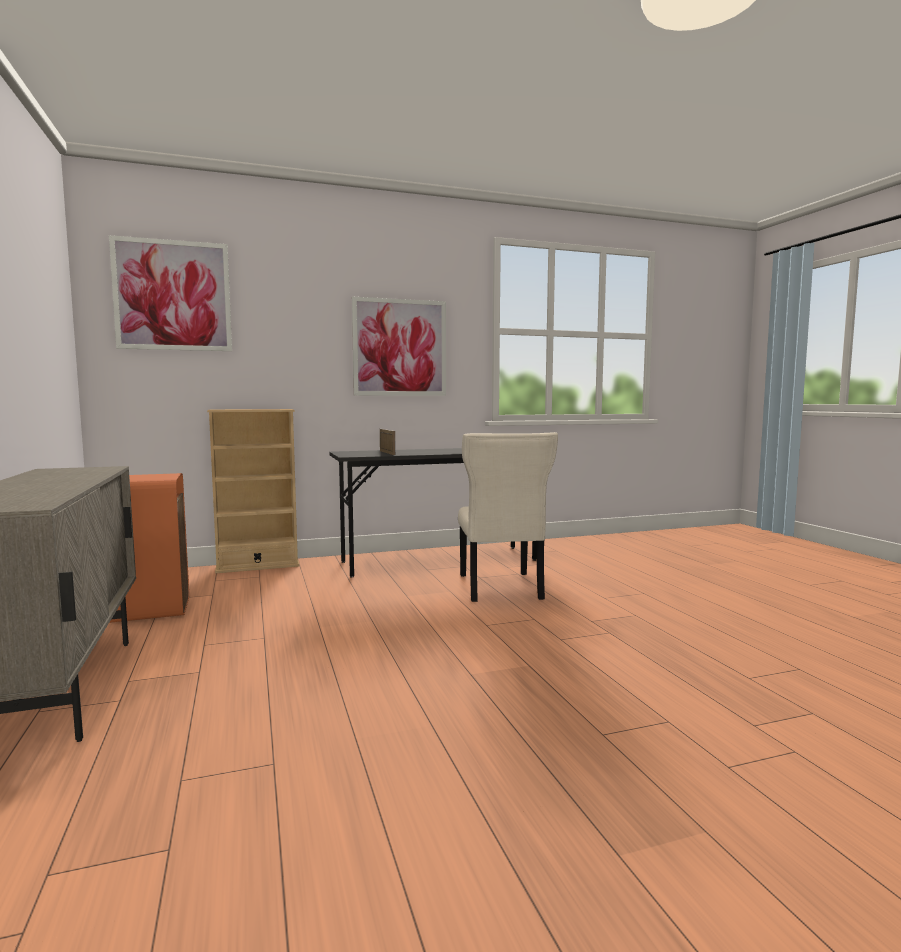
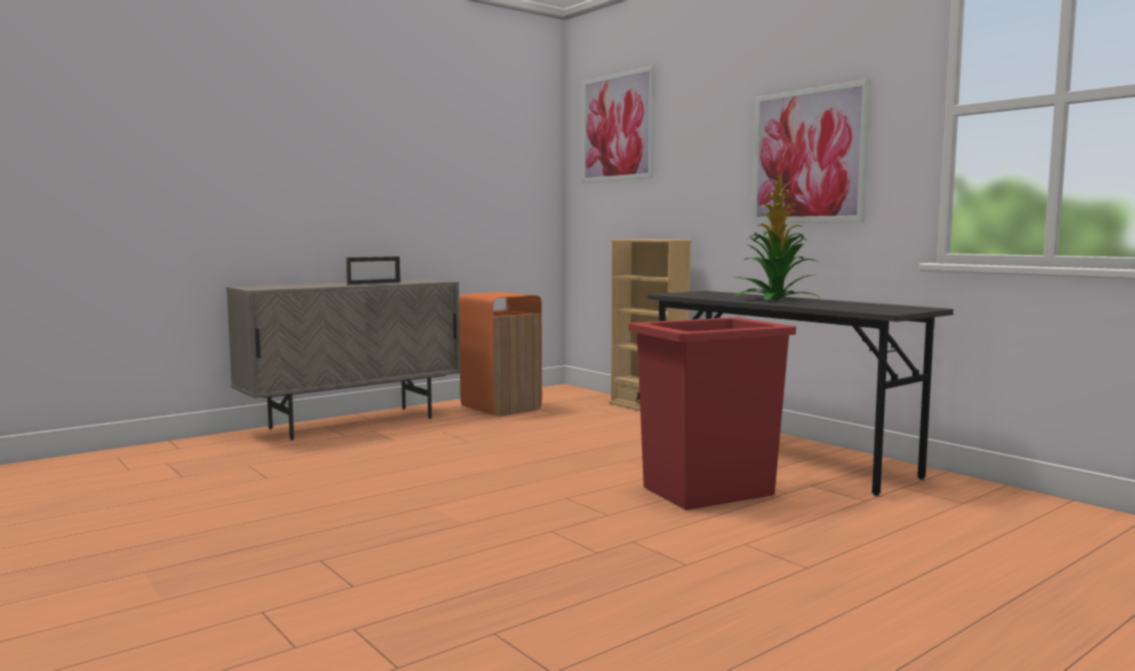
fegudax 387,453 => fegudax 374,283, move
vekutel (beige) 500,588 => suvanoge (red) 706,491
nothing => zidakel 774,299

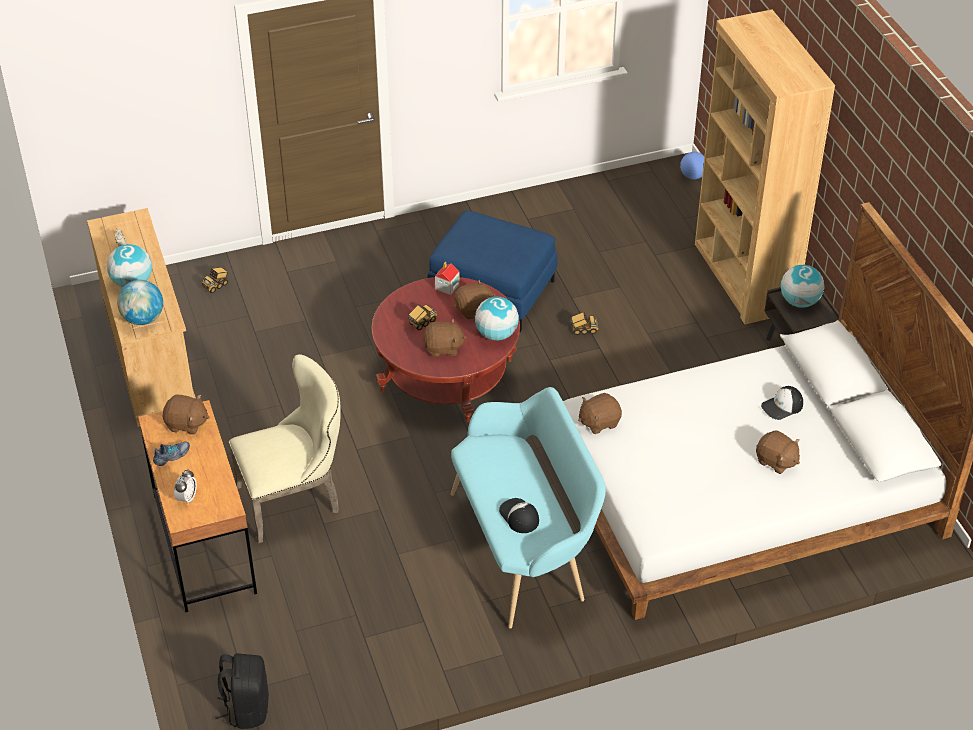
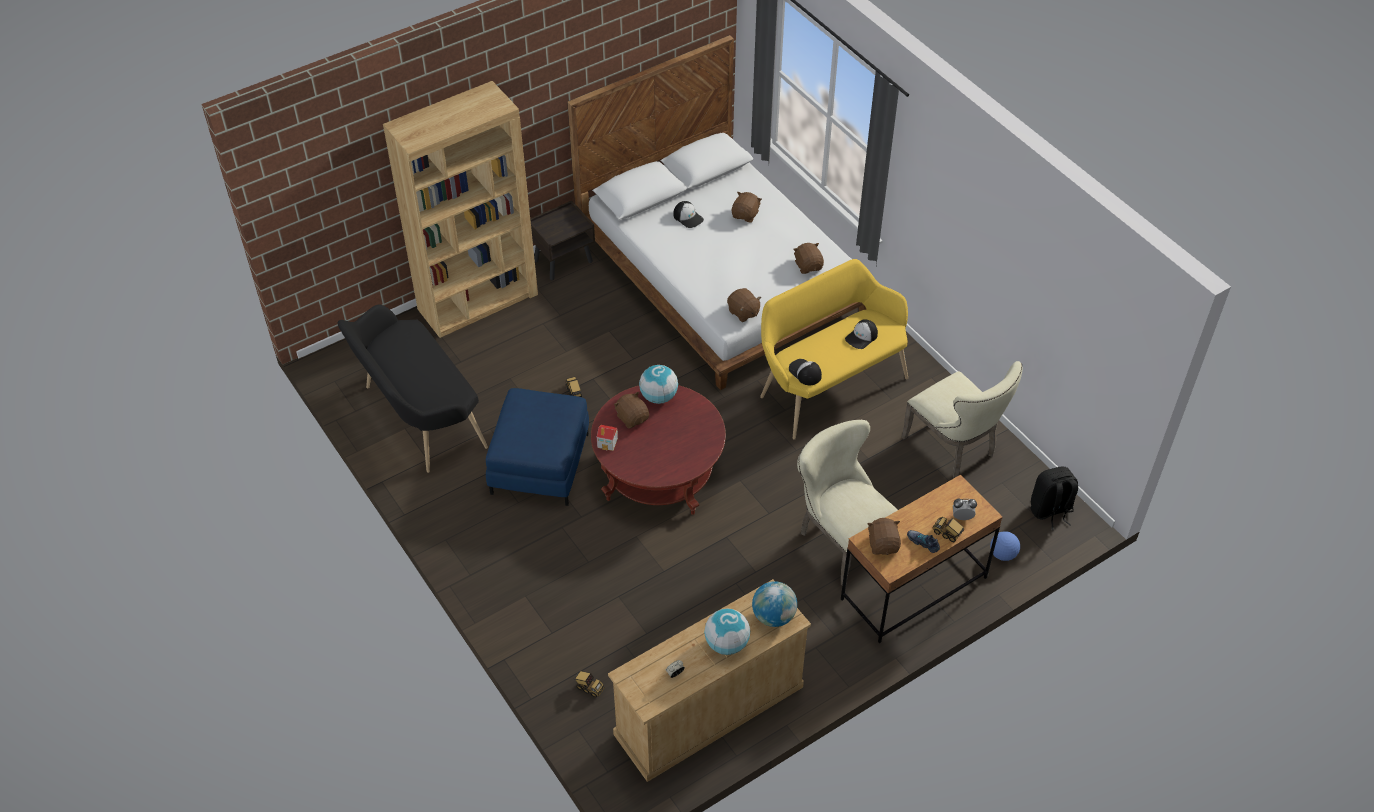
nothing => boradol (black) 418,418
boradol (turquoise) 525,546 => boradol (yellow) 828,385
nothing => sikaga 805,372
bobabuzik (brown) 443,348 => bobabuzik (brown) 808,266, move
nothing => vekutel (beige) 954,448
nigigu 422,323 => nigigu 947,534, move
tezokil 693,176 => tezokil 1003,554, move
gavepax 799,301 => nothing

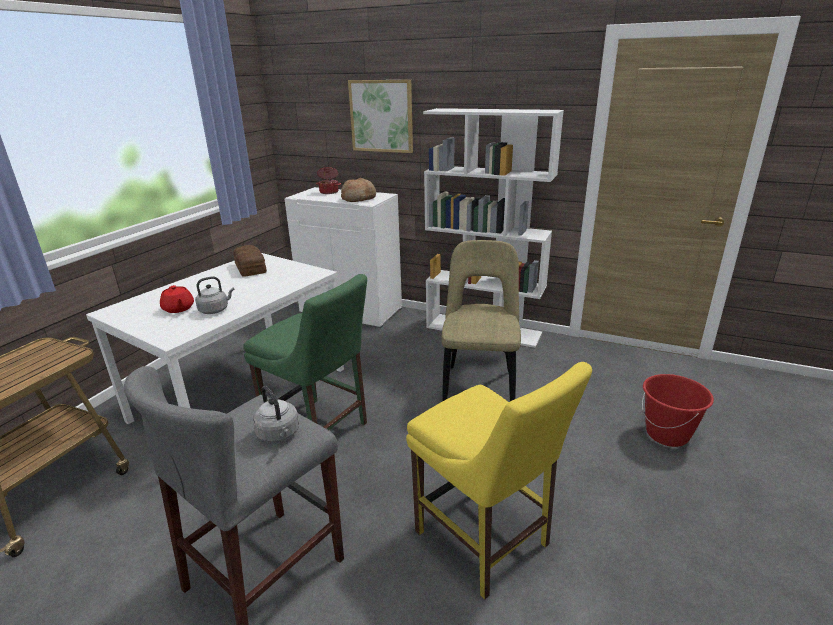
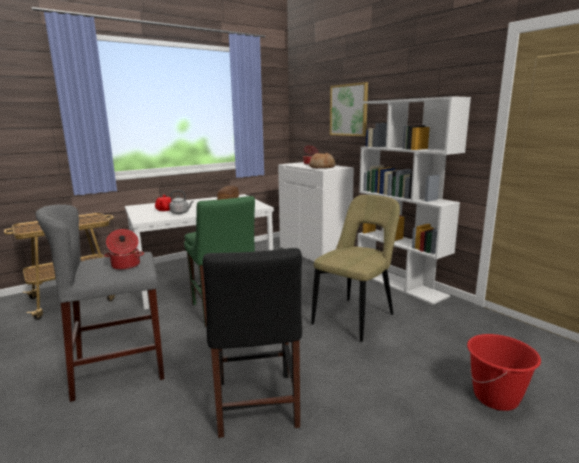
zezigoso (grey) 279,434 => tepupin 125,266
vekutel (yellow) 485,542 => vekutel (black) 256,407

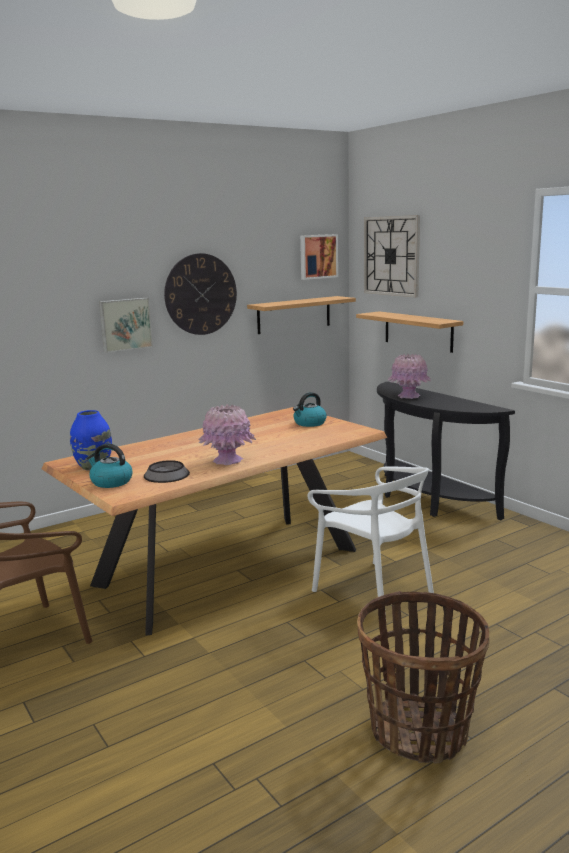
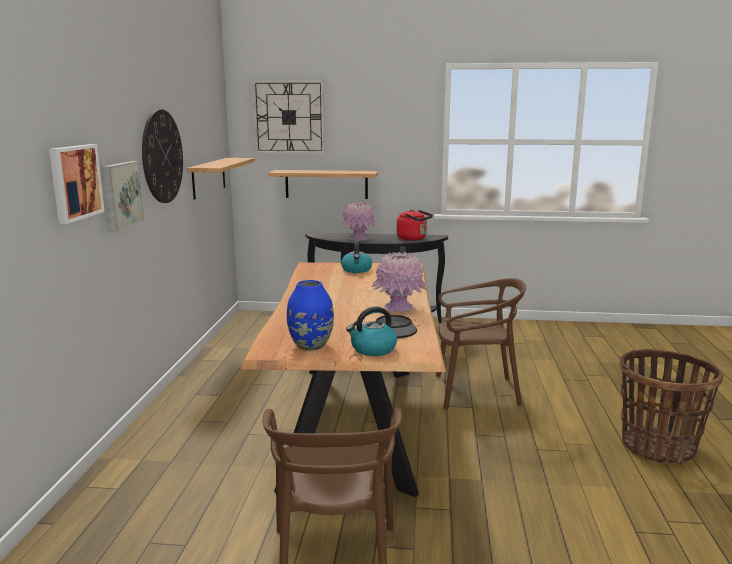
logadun 318,256 => logadun 74,182, move
nothing => zezigoso (red) 413,238
vekutel (white) 373,591 => vekutel (brown) 475,392

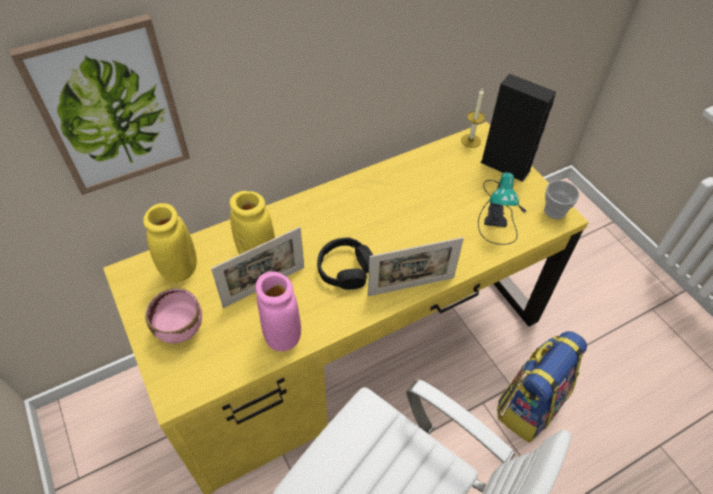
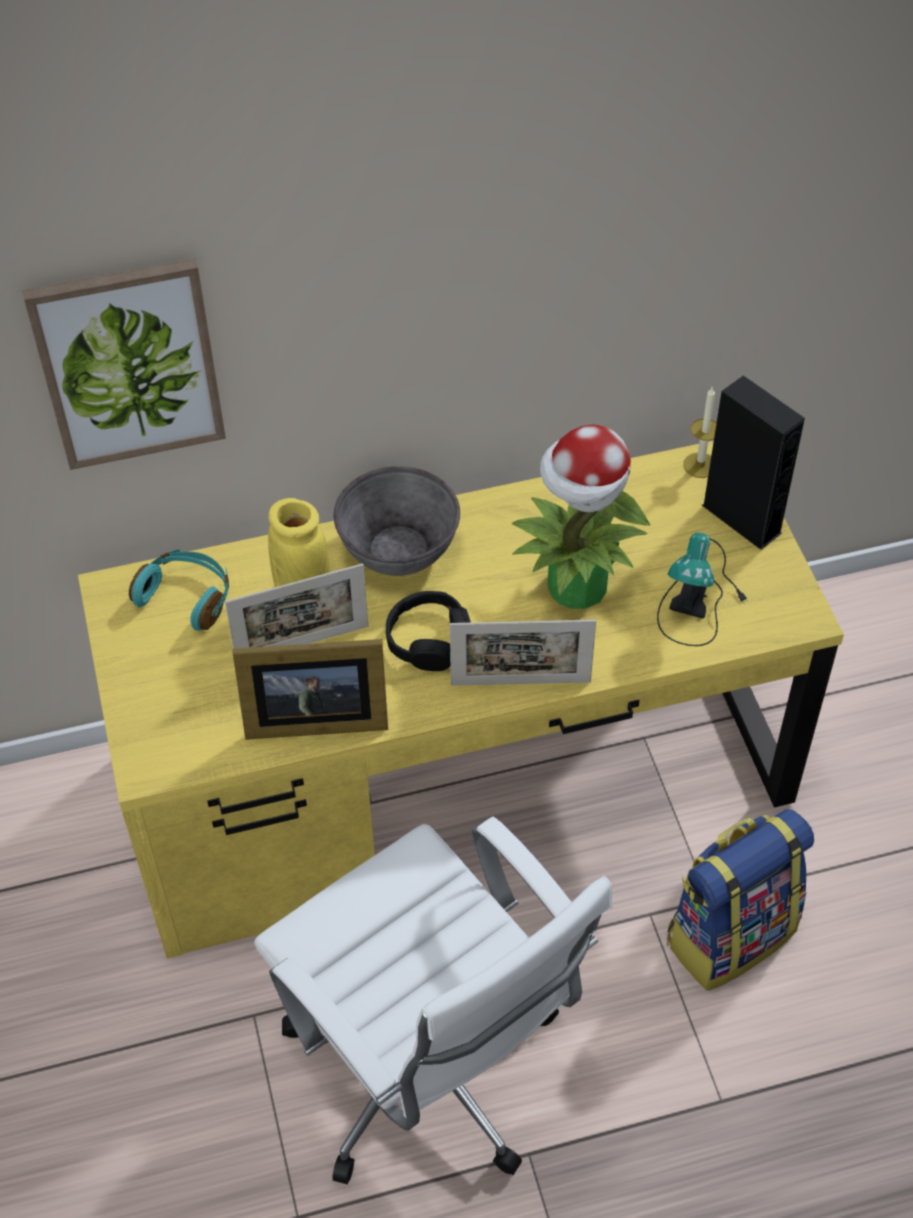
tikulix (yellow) 180,269 => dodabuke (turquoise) 187,597
tikulix (pink) 282,335 => fegudax 311,717
nothing => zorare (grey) 399,549
nothing => zidakel 576,587
zorare (pink) 180,328 => nothing
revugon 554,211 => nothing

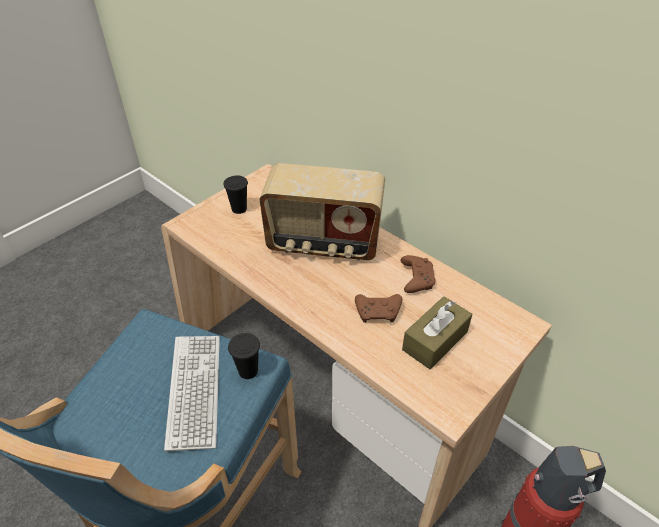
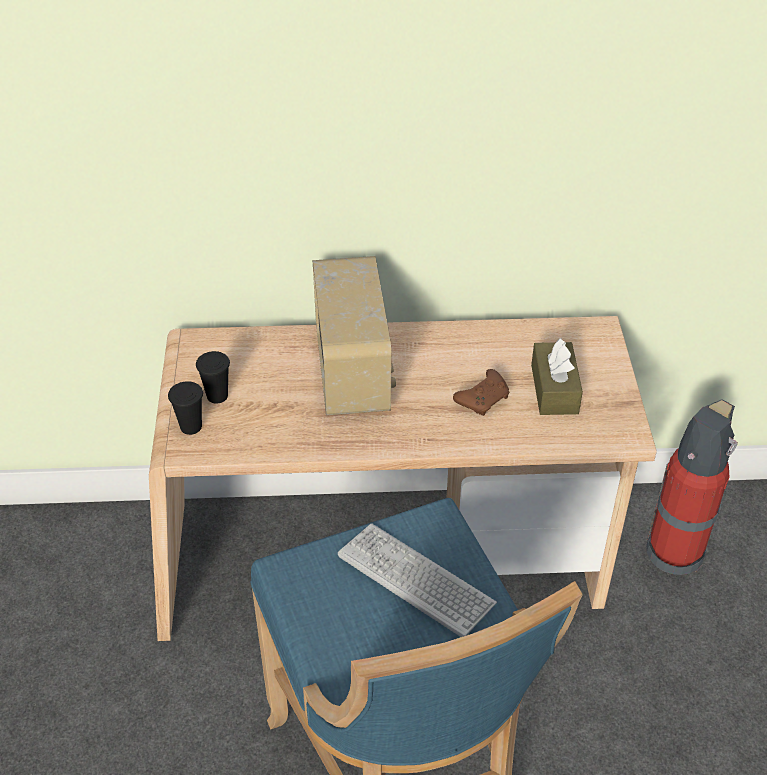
revugon (black) 248,371 => revugon (black) 191,426, move
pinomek 323,244 => pinomek 354,373, 60 degrees counterclockwise
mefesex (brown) 416,279 => nothing

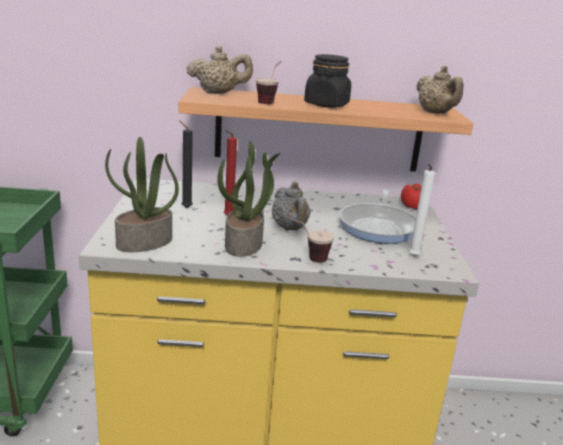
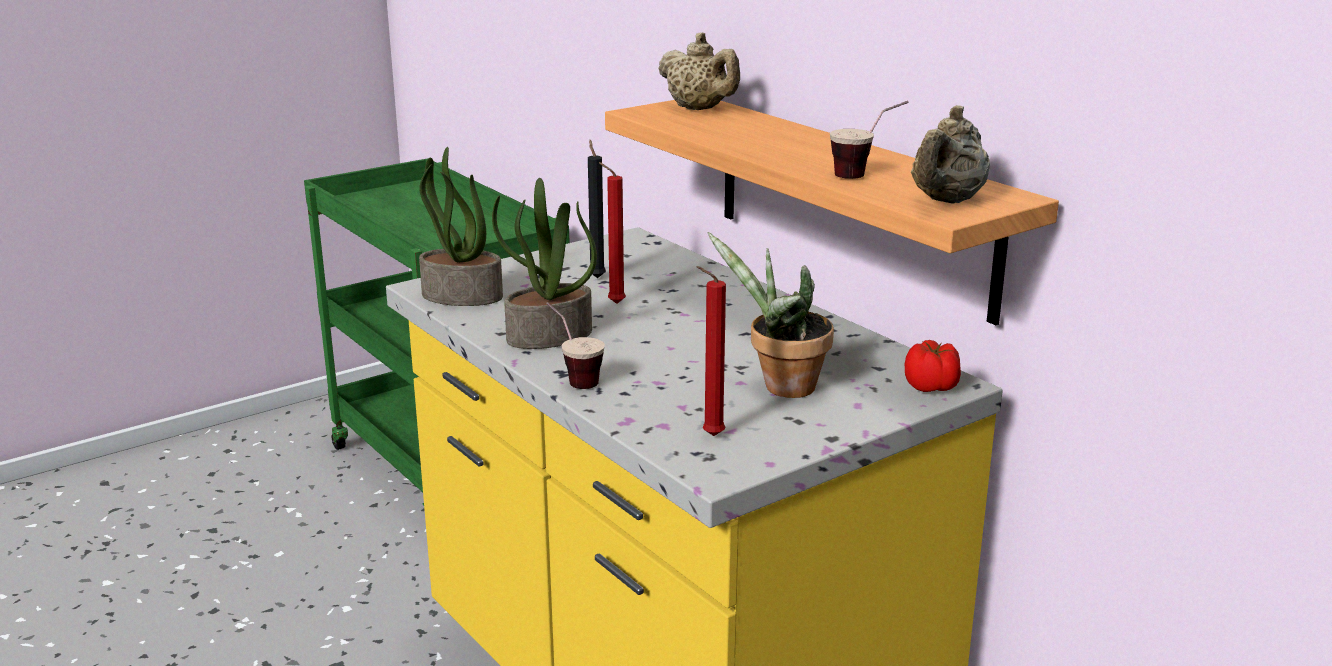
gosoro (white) 413,257 => gosoro (red) 709,436
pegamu 379,226 => zidakel 781,387
revugon 269,101 => revugon 866,174, move
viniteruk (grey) 290,228 => nothing
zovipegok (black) 326,104 => nothing

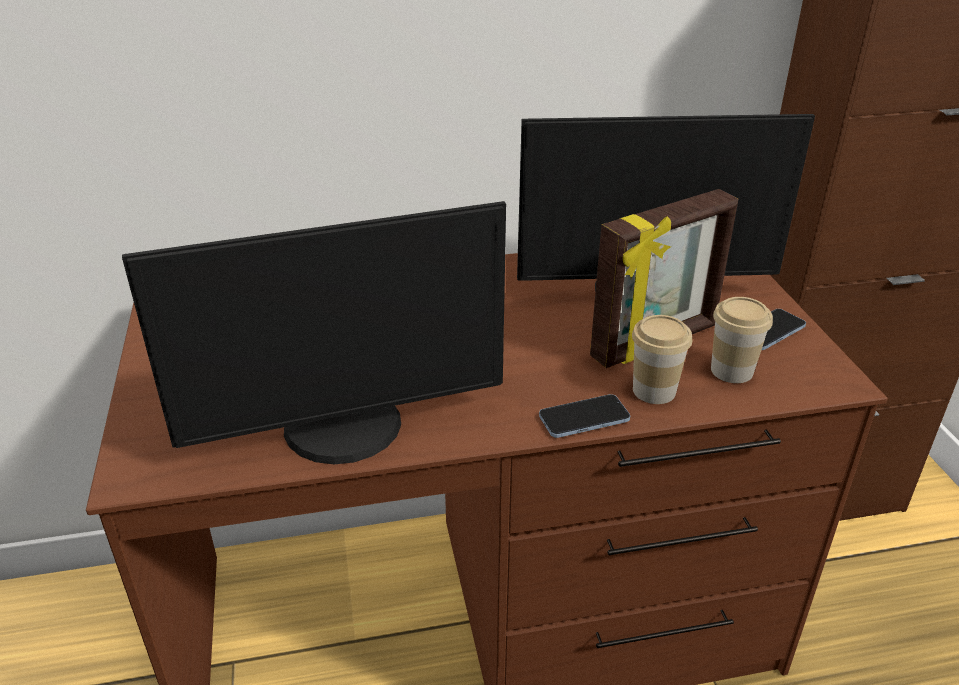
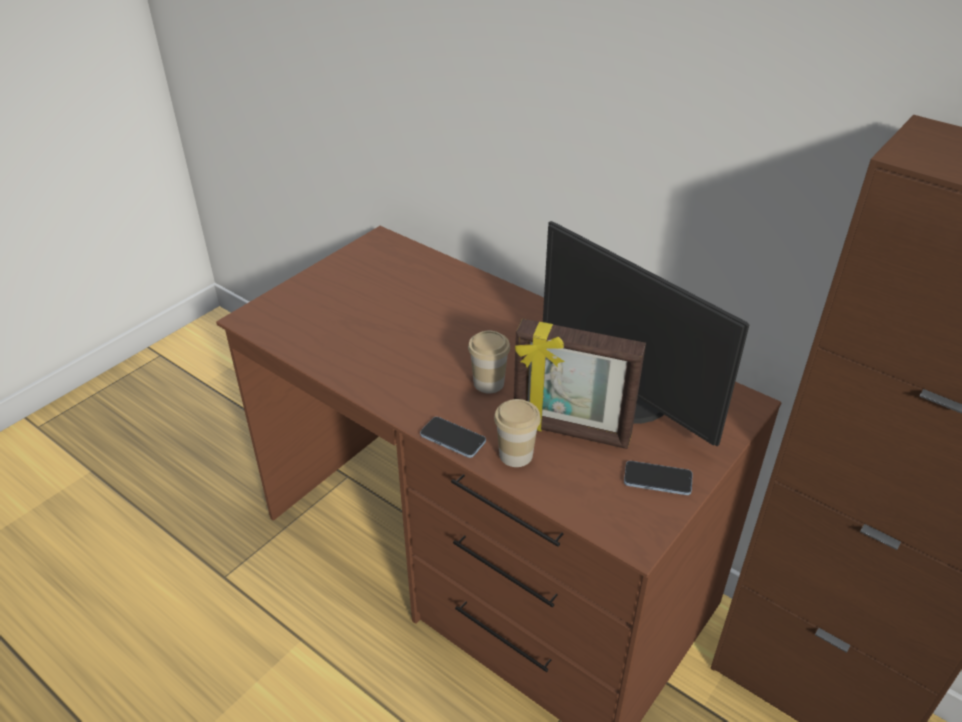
revugon 731,370 => revugon 488,383, move
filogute 344,429 => nothing

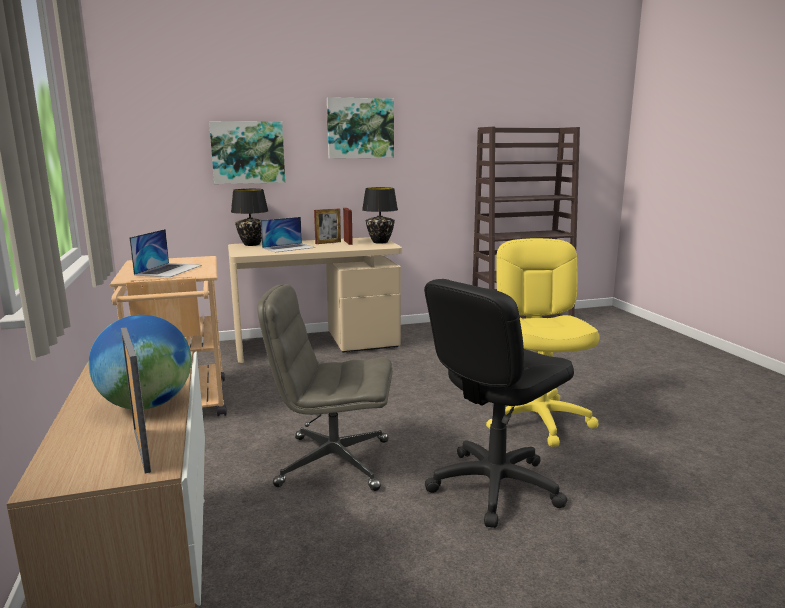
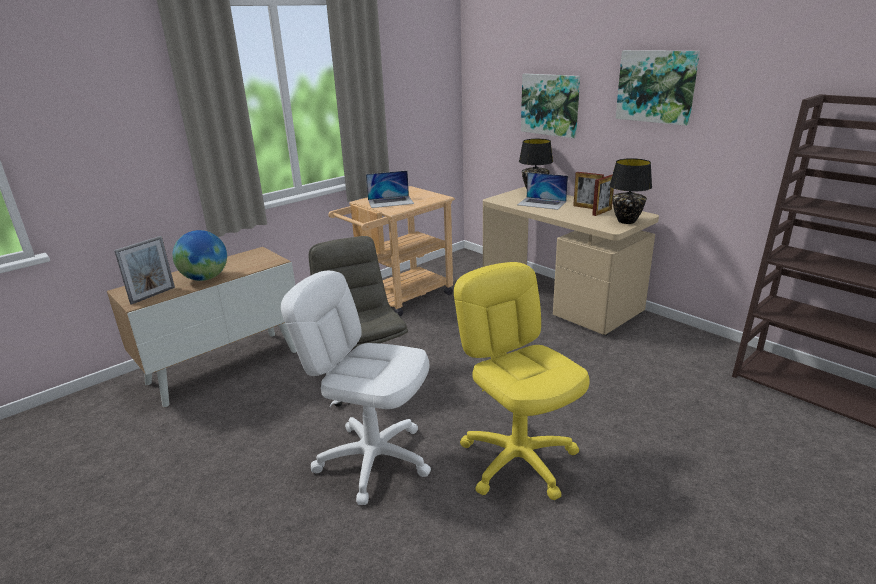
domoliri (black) 494,486 => domoliri (white) 374,459
domoliri (yellow) 538,420 => domoliri (yellow) 518,460, 90 degrees counterclockwise

